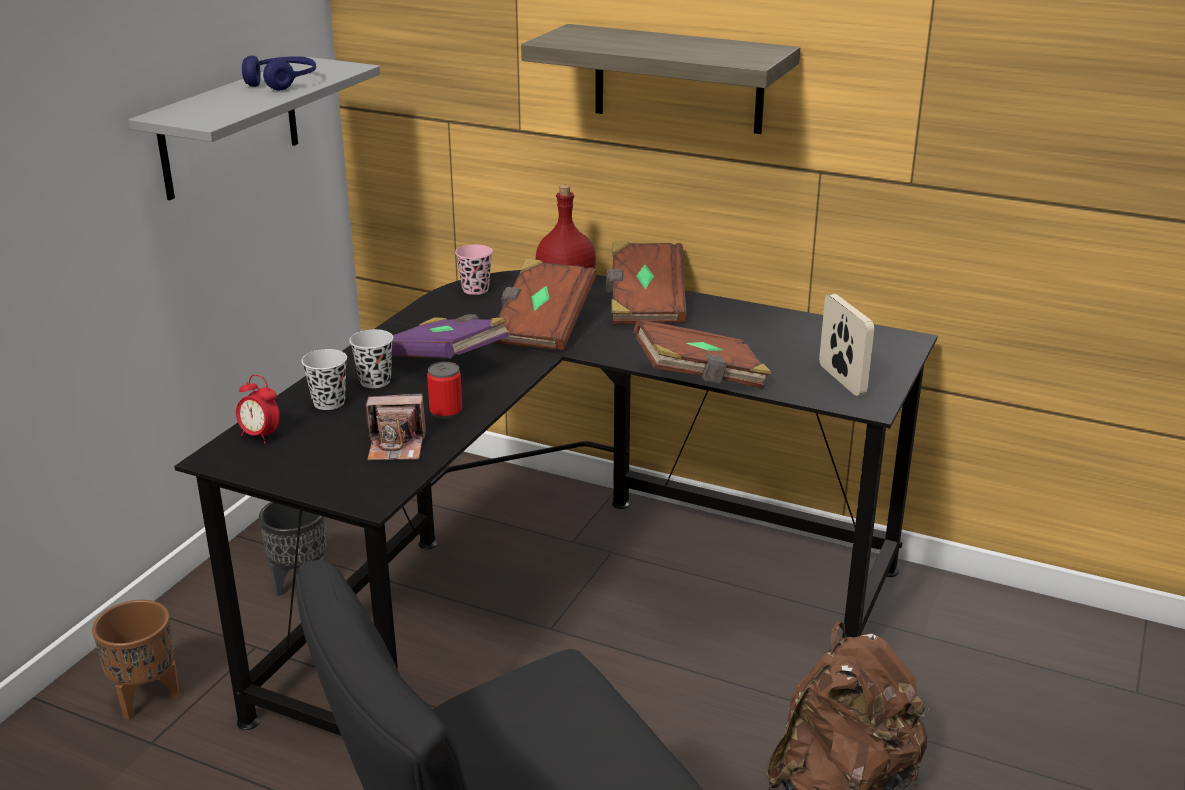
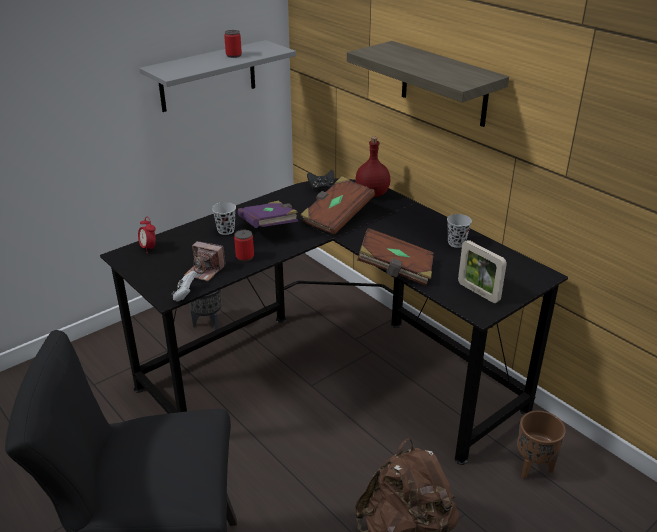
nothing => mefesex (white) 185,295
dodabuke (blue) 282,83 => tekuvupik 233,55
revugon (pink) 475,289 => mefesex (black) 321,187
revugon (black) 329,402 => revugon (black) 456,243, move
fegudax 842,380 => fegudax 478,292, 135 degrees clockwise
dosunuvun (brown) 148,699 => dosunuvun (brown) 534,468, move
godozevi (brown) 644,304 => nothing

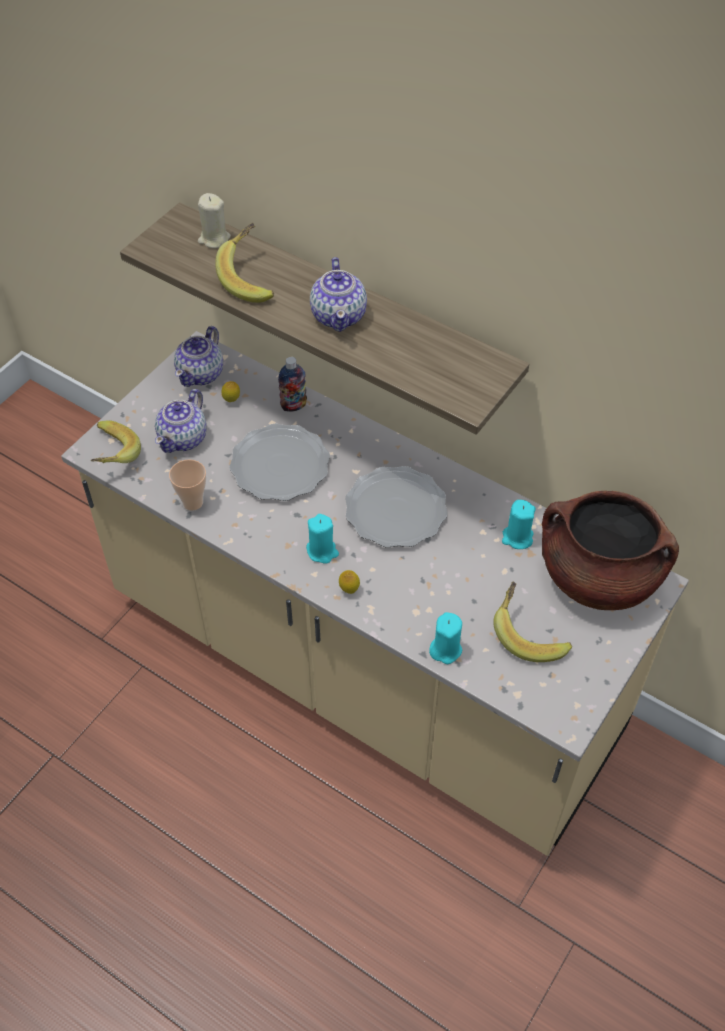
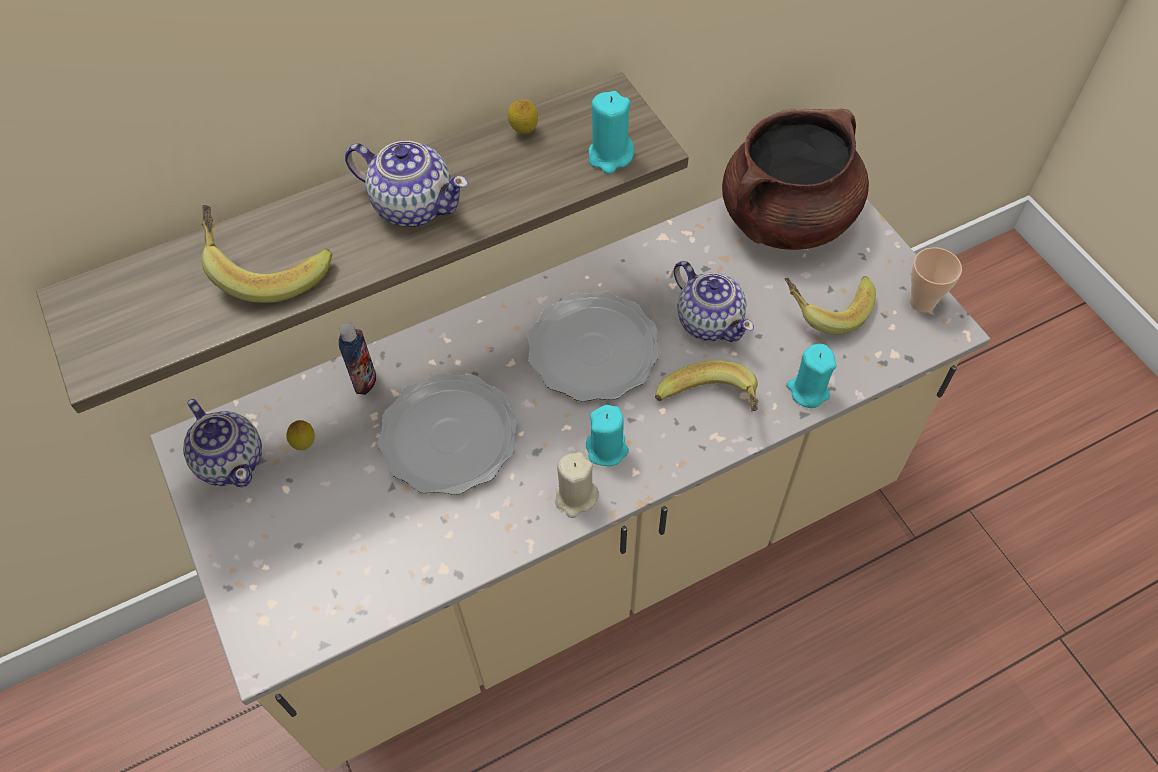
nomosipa 349,590 => nomosipa 524,132, move
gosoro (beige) 214,239 => gosoro (beige) 576,497, move
gosoro (turquoise) 517,537 => gosoro (turquoise) 610,156, move
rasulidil 110,456 => rasulidil 709,407, move
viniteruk 184,438 => viniteruk 709,321, move
revugon 192,502 => revugon 922,302, move

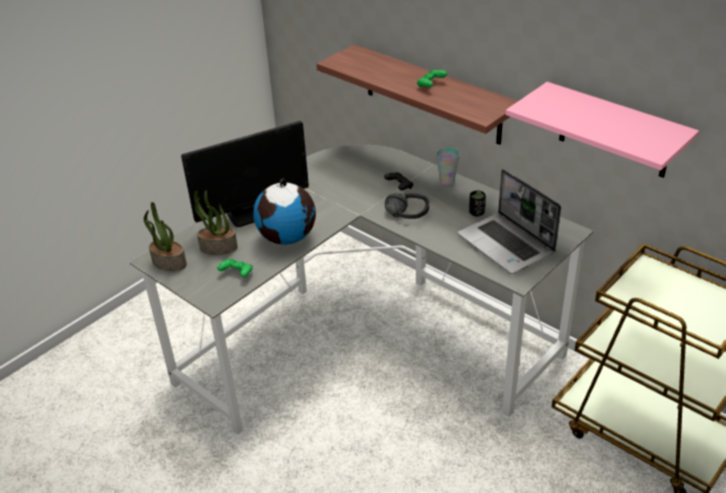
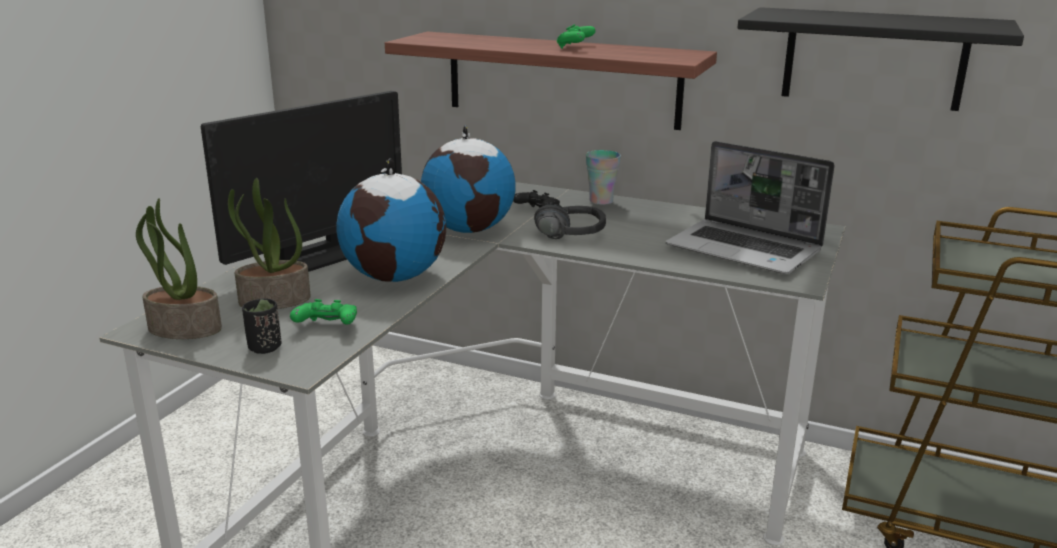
revugon (black) 476,213 => revugon (black) 264,348, move
nothing => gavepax 469,229
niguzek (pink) 614,131 => niguzek (black) 873,58

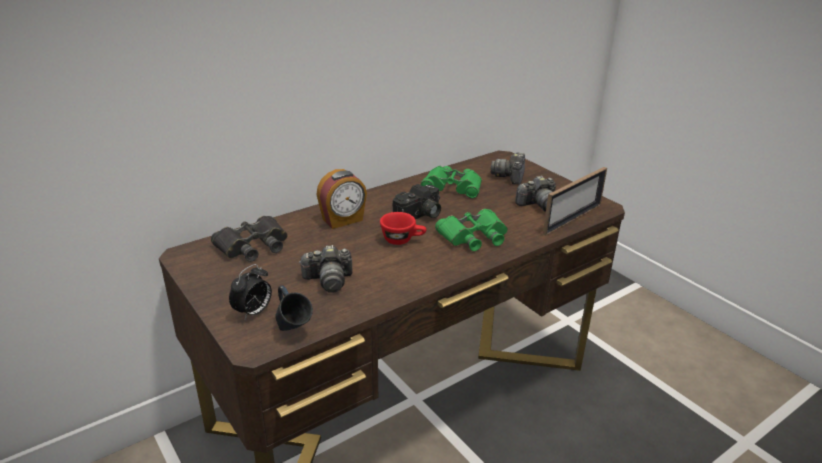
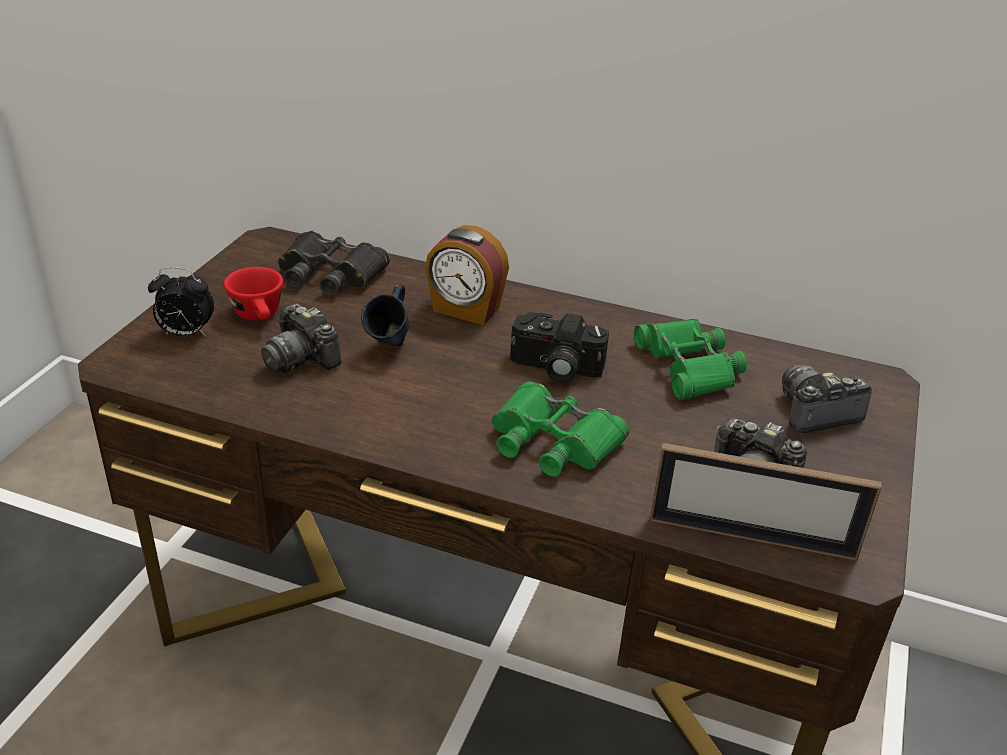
revugon (red) 403,240 => revugon (red) 260,316, move
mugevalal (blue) 293,331 => mugevalal (blue) 390,349, move

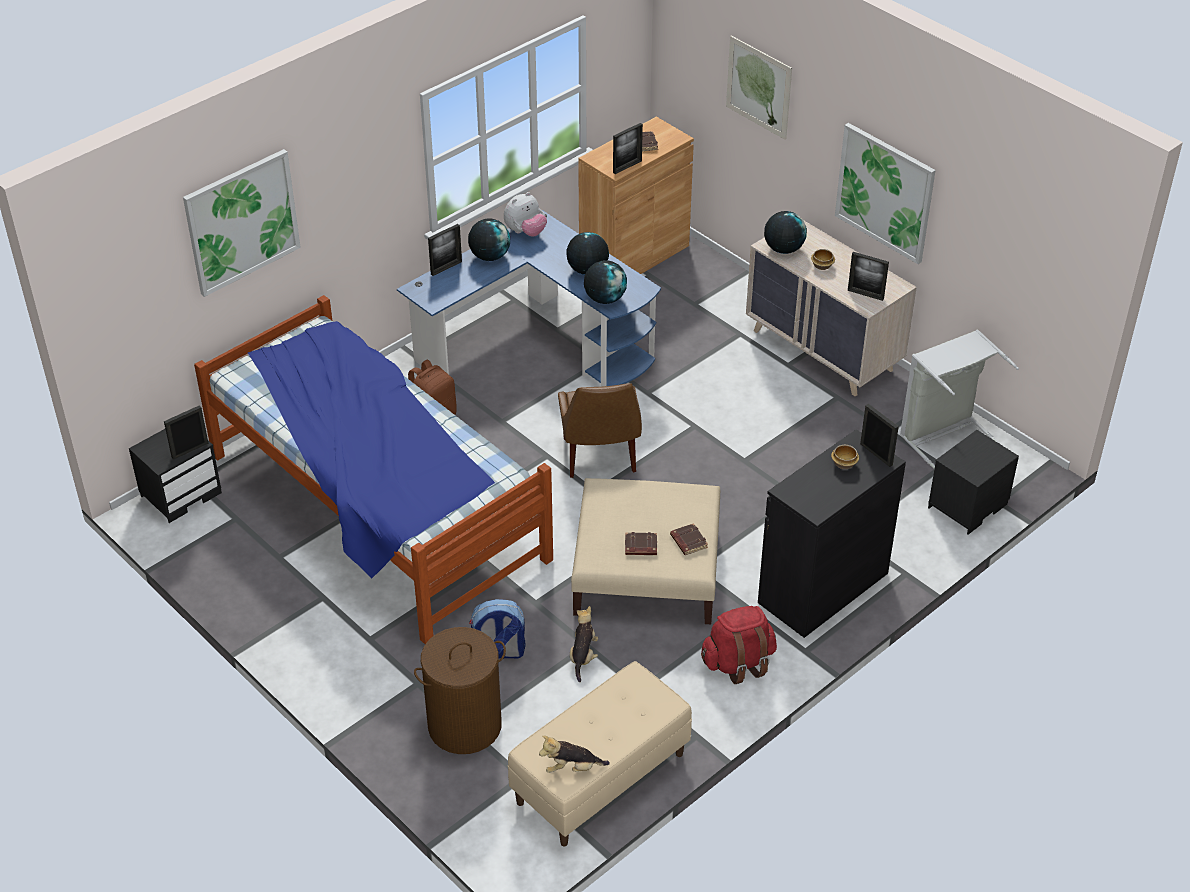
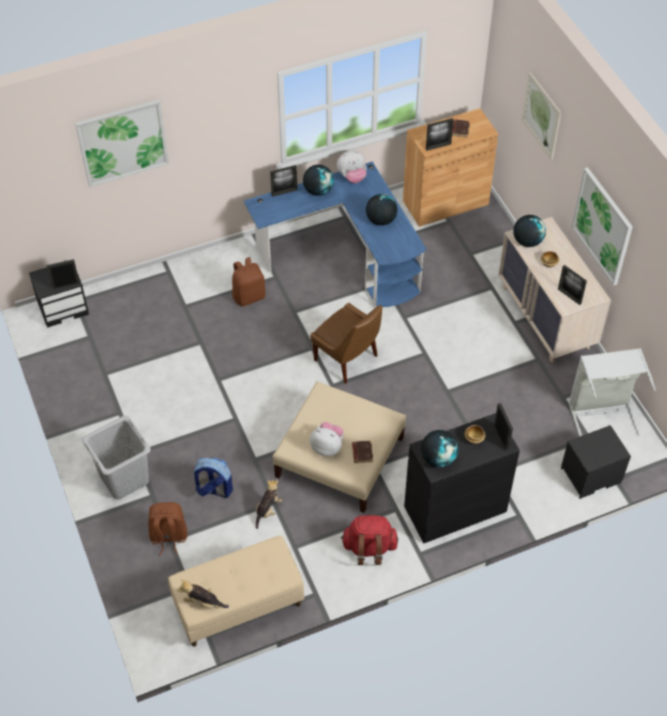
nothing => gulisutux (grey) 123,478
gulisutux (brown) 464,726 => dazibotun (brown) 168,537
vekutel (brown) 599,457 => vekutel (brown) 347,359, 60 degrees counterclockwise
godozevi (brown) 640,547 => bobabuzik 327,447
gavepax 605,299 => gavepax 438,458, move
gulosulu 376,508 => nothing

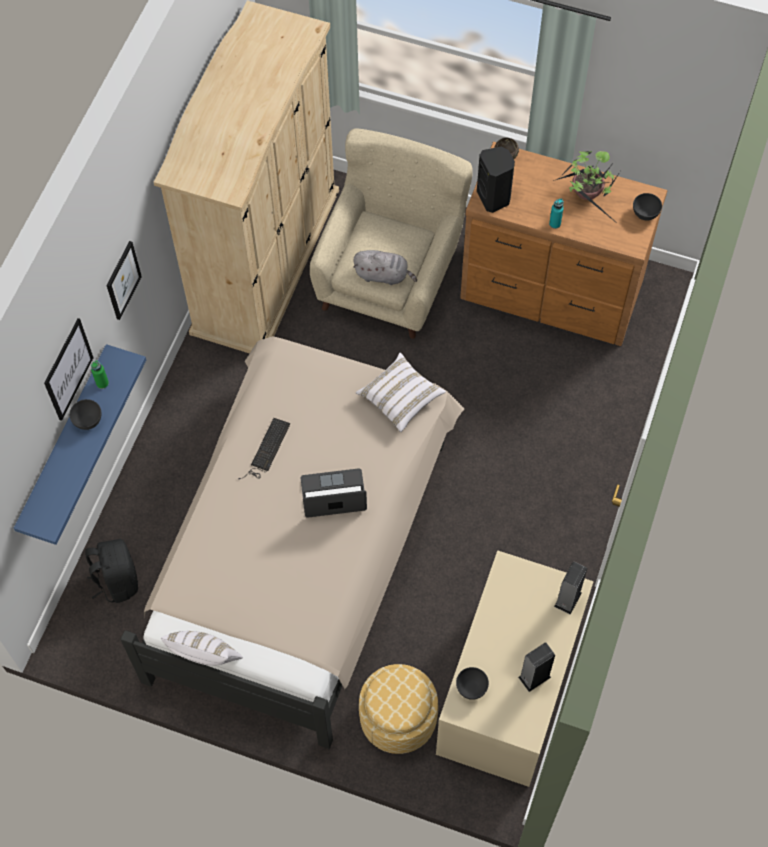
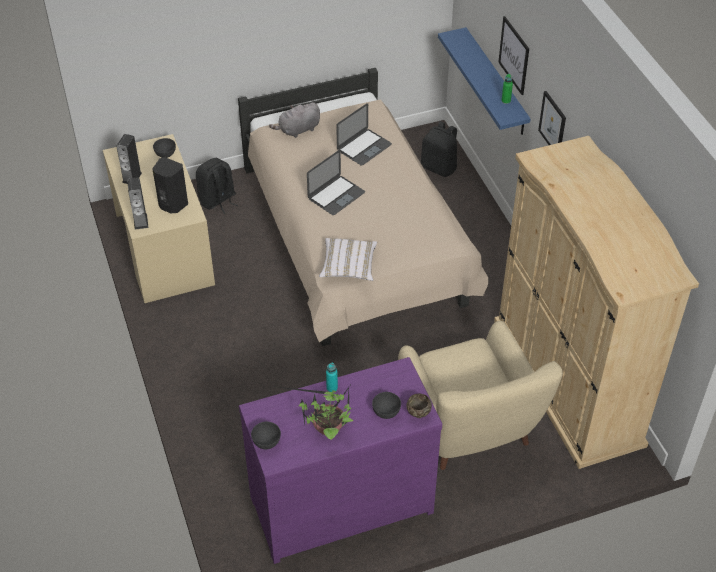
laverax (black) 494,198 => laverax (black) 172,205, move
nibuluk 398,718 => dazibotun (black) 218,201
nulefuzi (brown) 551,292 => nulefuzi (purple) 339,502
bobabuzik (grey) 383,275 => bobabuzik (grey) 298,130, move
nothing => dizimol 364,147
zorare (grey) 88,420 => zorare (grey) 386,412, move
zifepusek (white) 205,660 => nothing
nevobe 266,450 => nothing

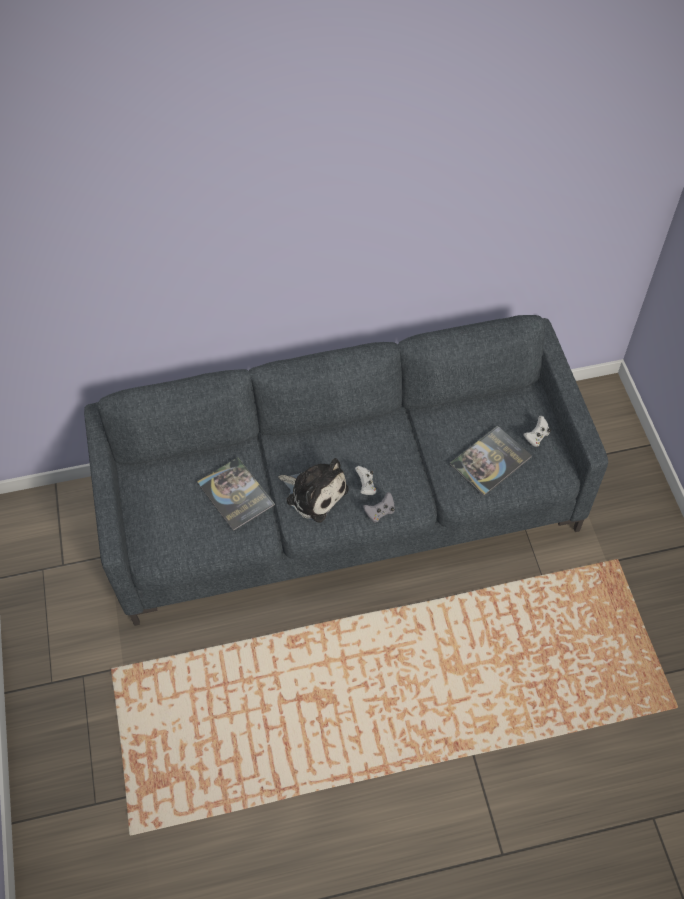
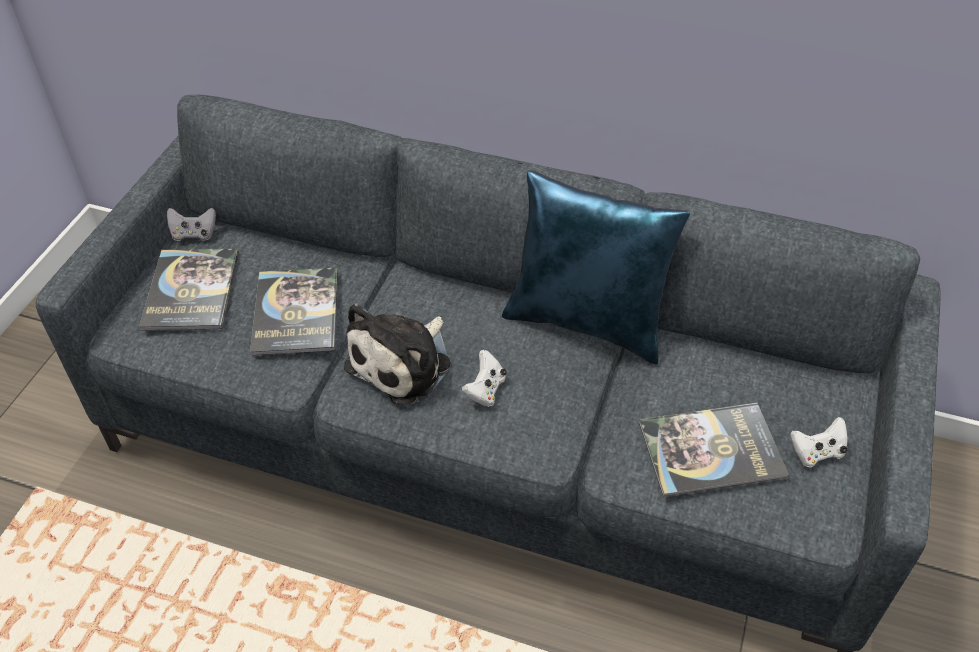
nothing => godozevi 191,290
mefesex (grey) 380,512 => mefesex (grey) 194,234, move
bobabuzik 314,493 => bobabuzik 403,363, 60 degrees clockwise
nothing => zifepusek (blue) 587,322

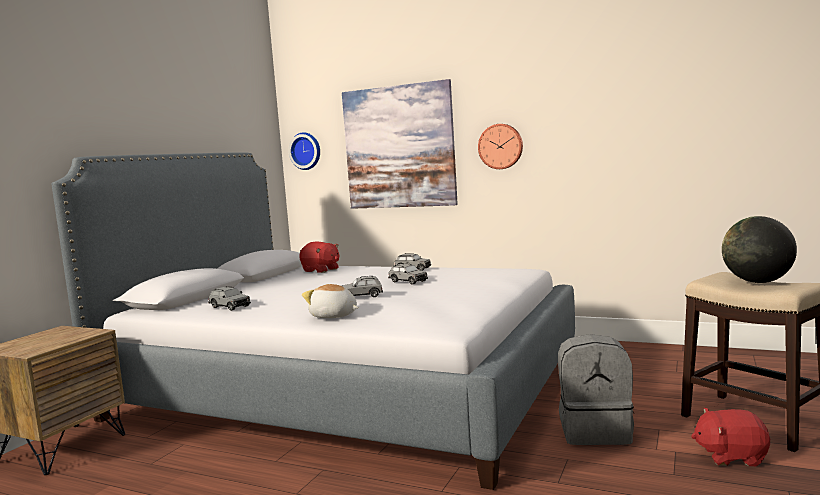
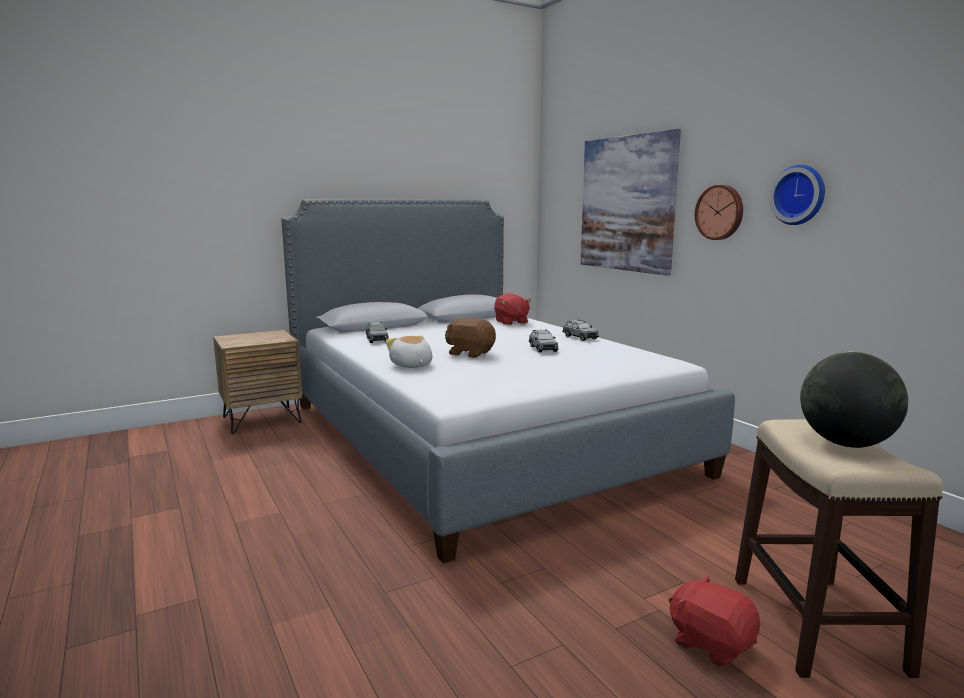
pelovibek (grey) 362,296 => bobabuzik (brown) 470,353
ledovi 306,151 => ledovi 799,195, move
dazibotun (grey) 595,431 => nothing

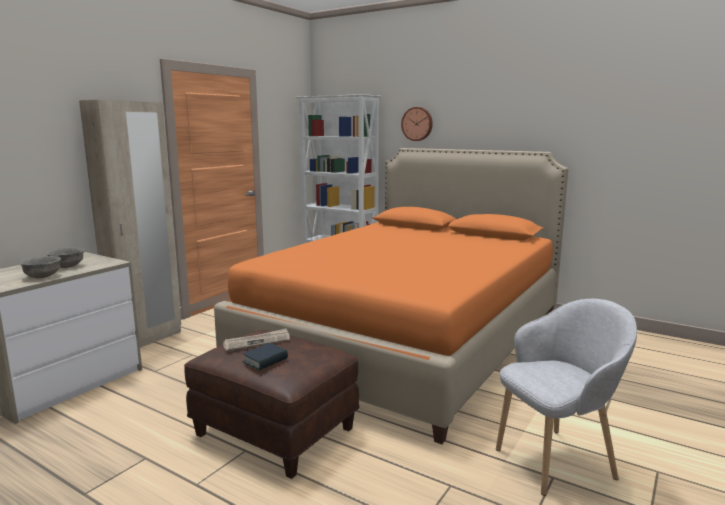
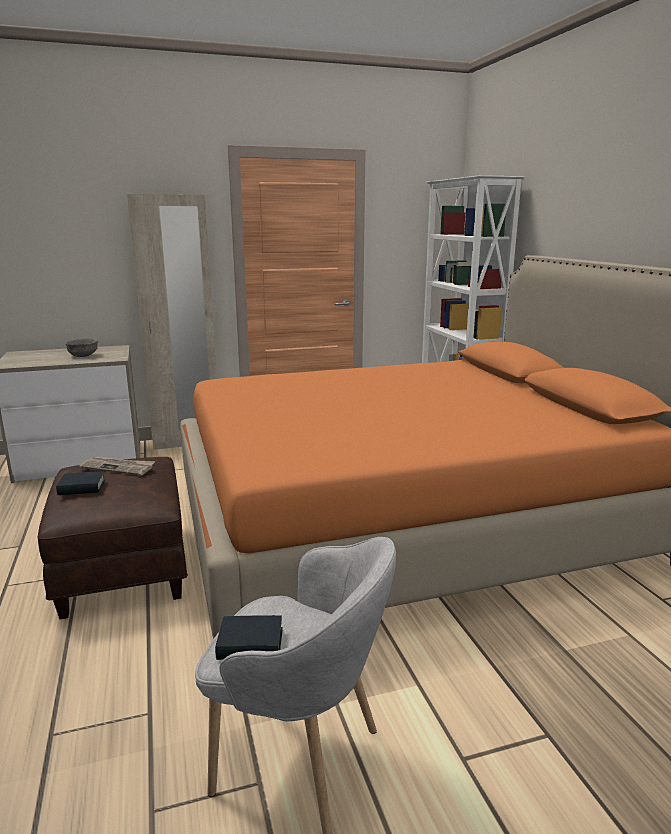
nothing => godozevi 250,644
zorare (grey) 43,276 => nothing
ledovi 417,124 => nothing

